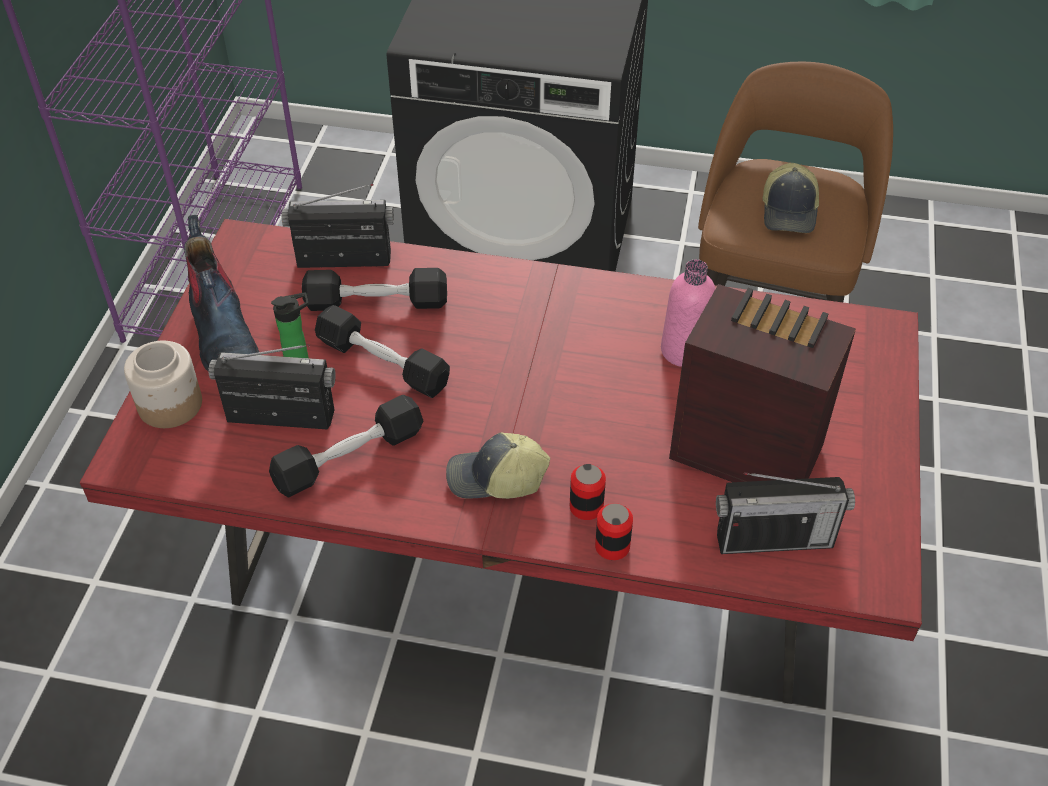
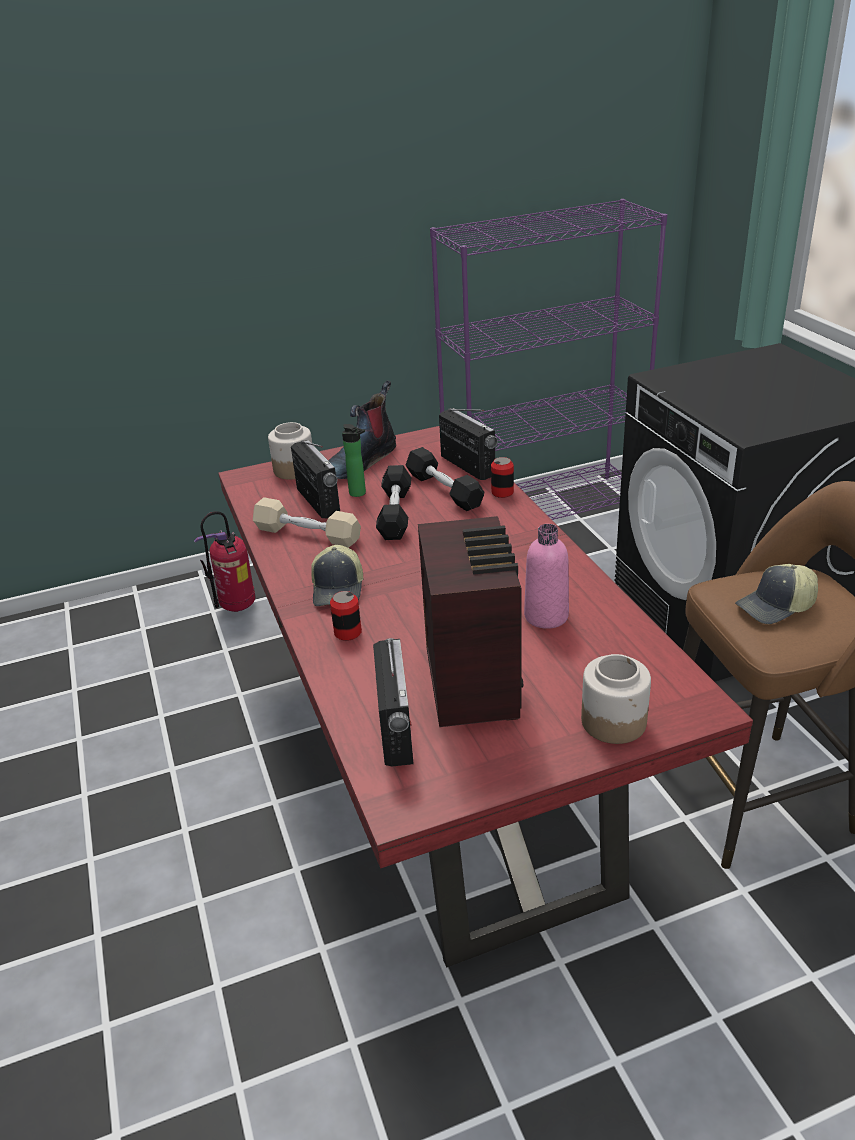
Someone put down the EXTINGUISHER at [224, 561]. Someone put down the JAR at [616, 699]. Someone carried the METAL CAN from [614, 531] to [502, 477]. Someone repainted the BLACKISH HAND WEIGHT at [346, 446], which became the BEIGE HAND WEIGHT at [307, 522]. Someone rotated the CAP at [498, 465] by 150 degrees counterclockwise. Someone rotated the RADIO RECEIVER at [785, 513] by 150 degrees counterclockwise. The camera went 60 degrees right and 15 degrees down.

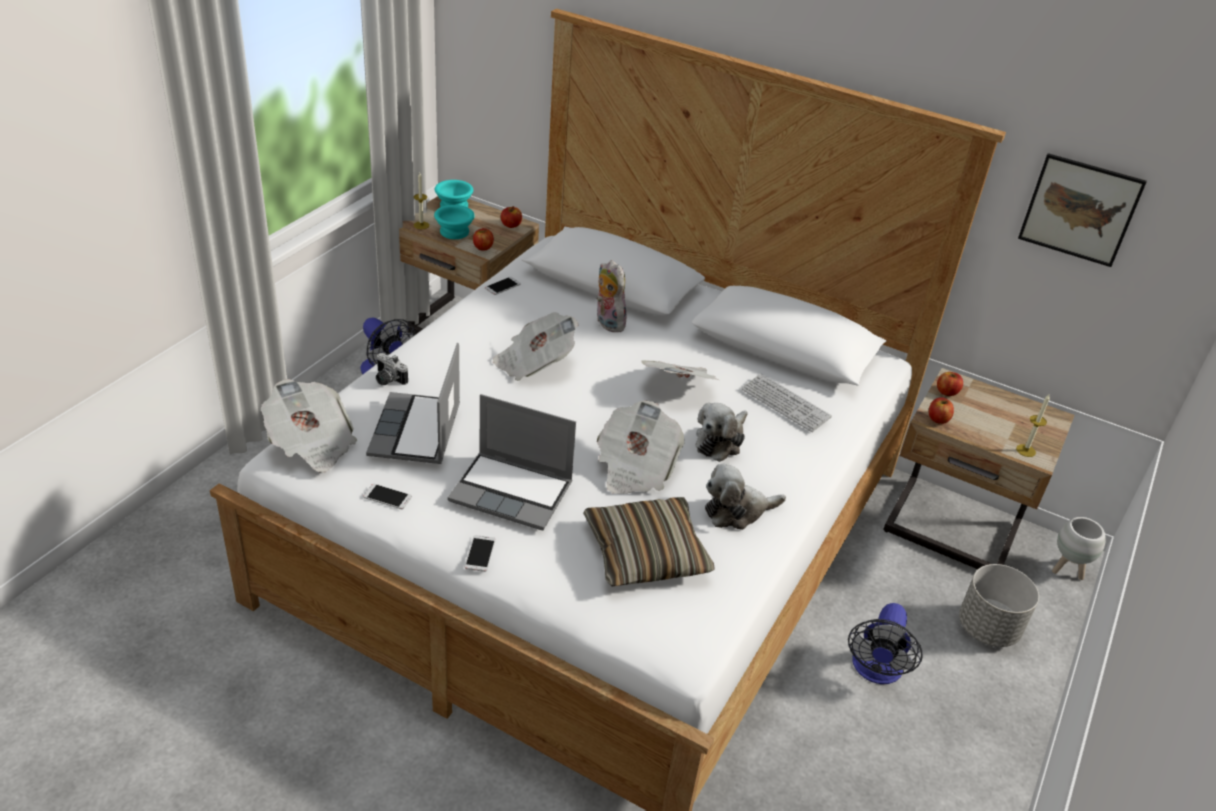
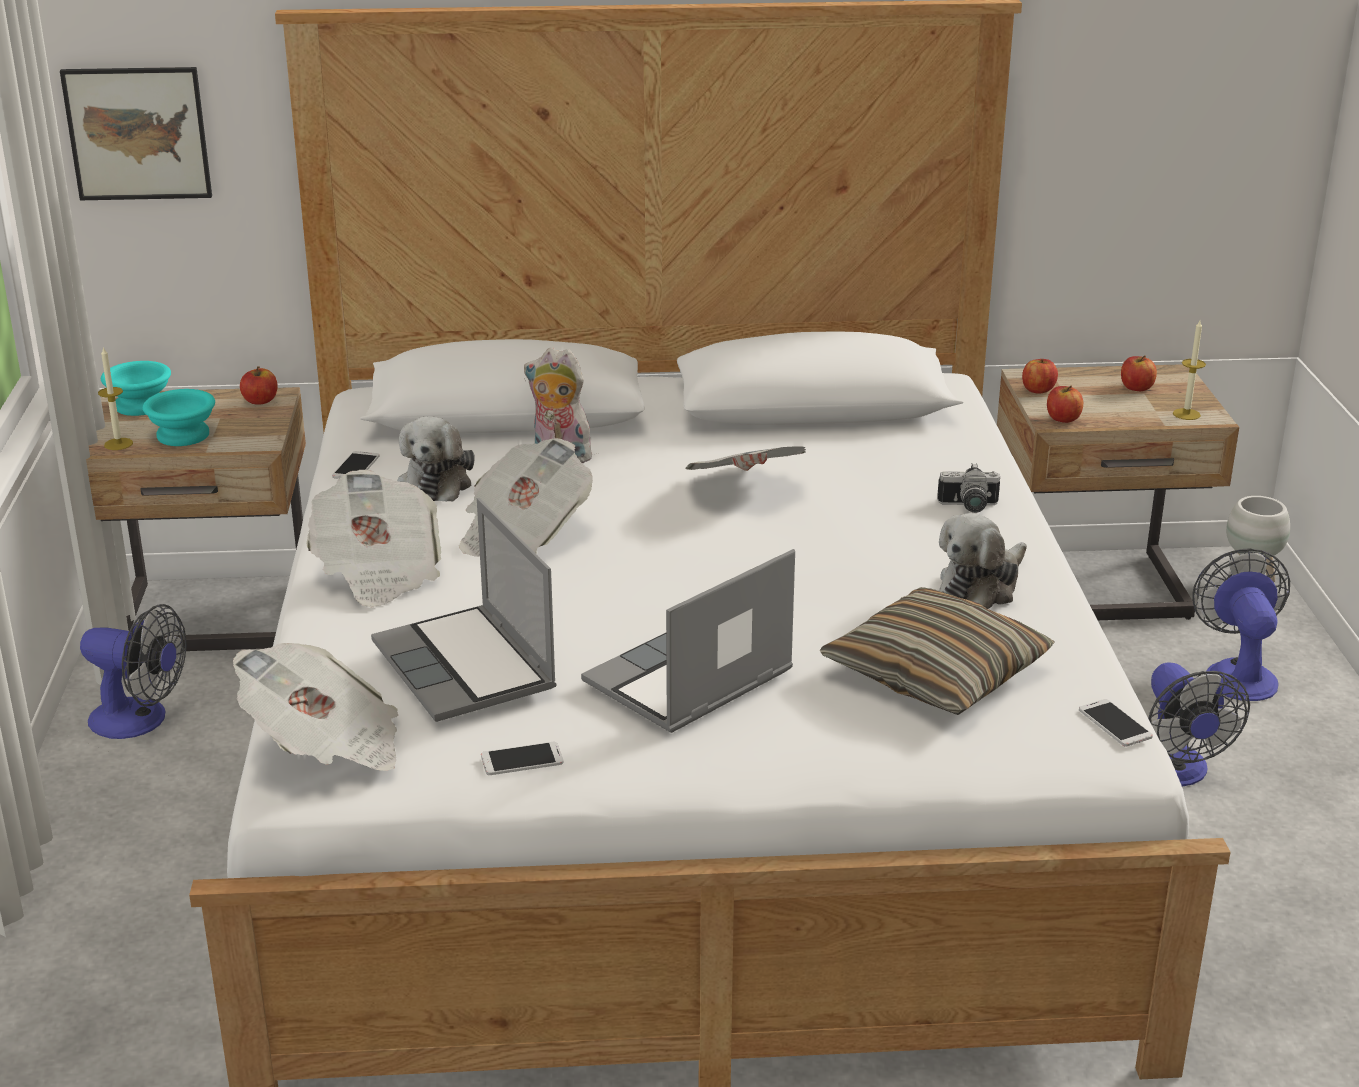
Someone took away the COMPUTER KEYBOARD at [786, 403]. Someone carried the PHOTO CAMERA from [392, 369] to [968, 488]. Someone carried the TELEPHONE from [480, 553] to [1116, 723]. Someone carried the WHOLE APPLE from [483, 239] to [1139, 373]. Someone carried the DAILY PAPER from [640, 447] to [373, 539]. Someone carried the PLUSH TOY from [721, 432] to [436, 459]. Someone carried the WALL ART from [1082, 210] to [136, 133]. Someone swapped the GREYISH FLOWER POT at [999, 605] for the FAN at [1241, 624]. Someone rotated the LAPTOP at [512, 462] by 150 degrees clockwise. The camera went 30 degrees left and 10 degrees down.

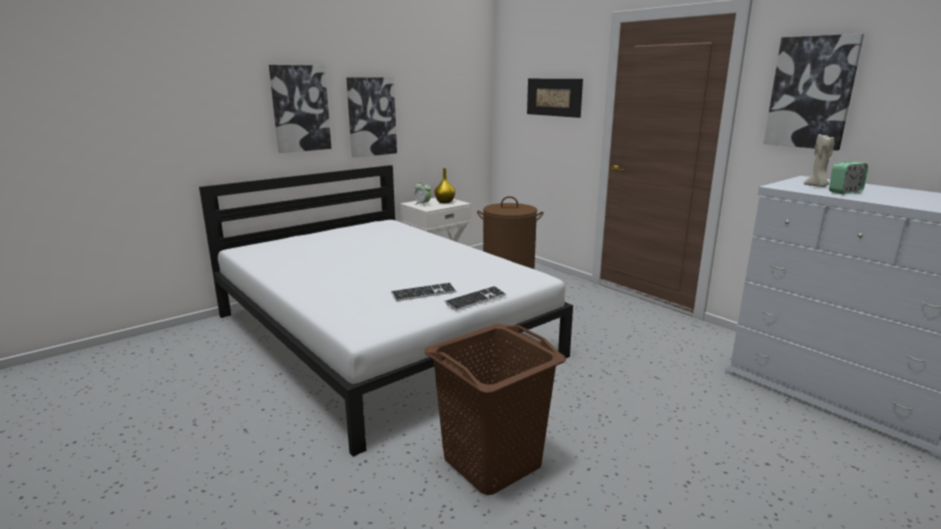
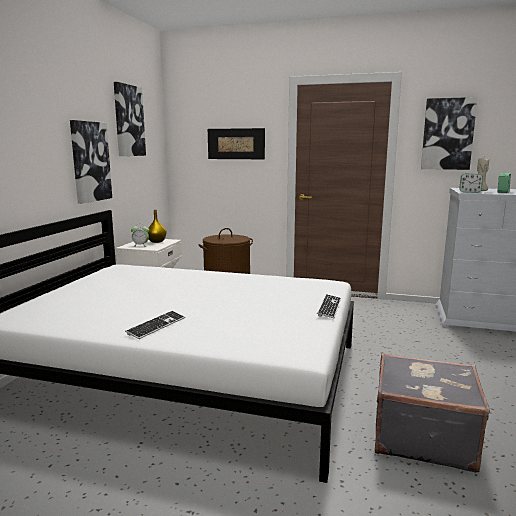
Someone put down the ALARM CLOCK at [471, 183]. Someone carried the WALL ART from [300, 109] to [130, 119]. Someone carried the COMPUTER KEYBOARD from [423, 291] to [155, 325]. Someone swapped the BROWN-COLOURED WASHING BASKET at [495, 409] for the GREYISH SUITCASE at [432, 412]. The camera went 35 degrees left and 5 degrees down.

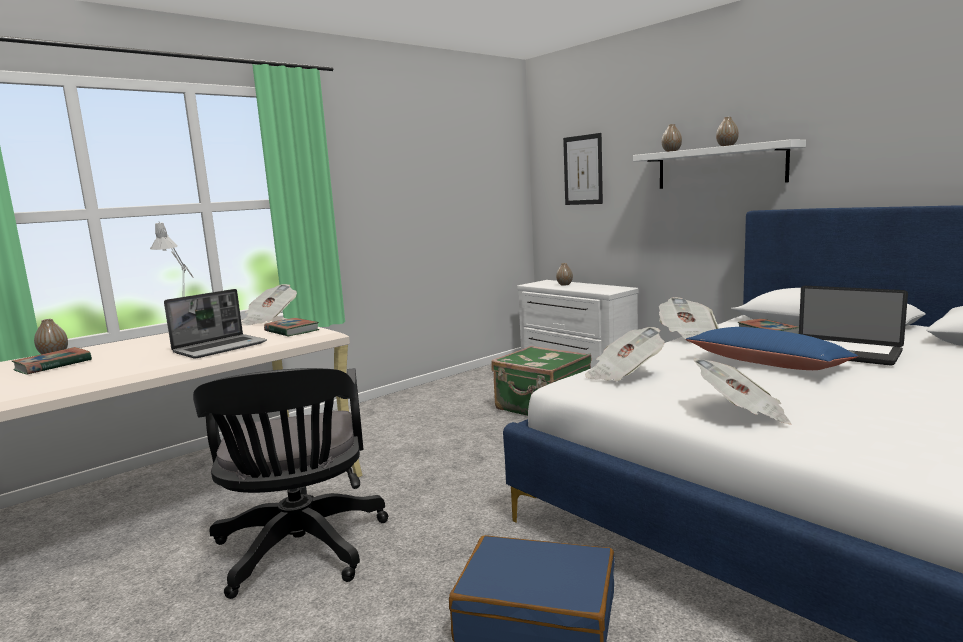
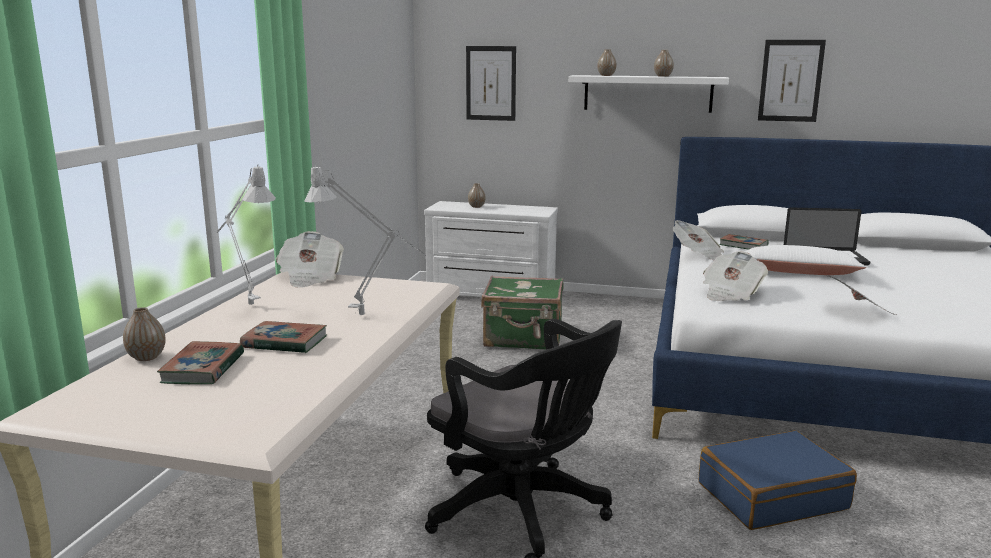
Someone put up the WALL ART at [792, 81]. Someone carried the BOUND BOOK from [291, 327] to [283, 337]. Someone swapped the LAPTOP at [215, 324] for the GREYISH TABLETOP LAMP at [365, 240]. Someone repainted the BLUISH PILLOW at [772, 348], which became the WHITE-COLOURED PILLOW at [806, 260]. The camera went 35 degrees left and 5 degrees up.

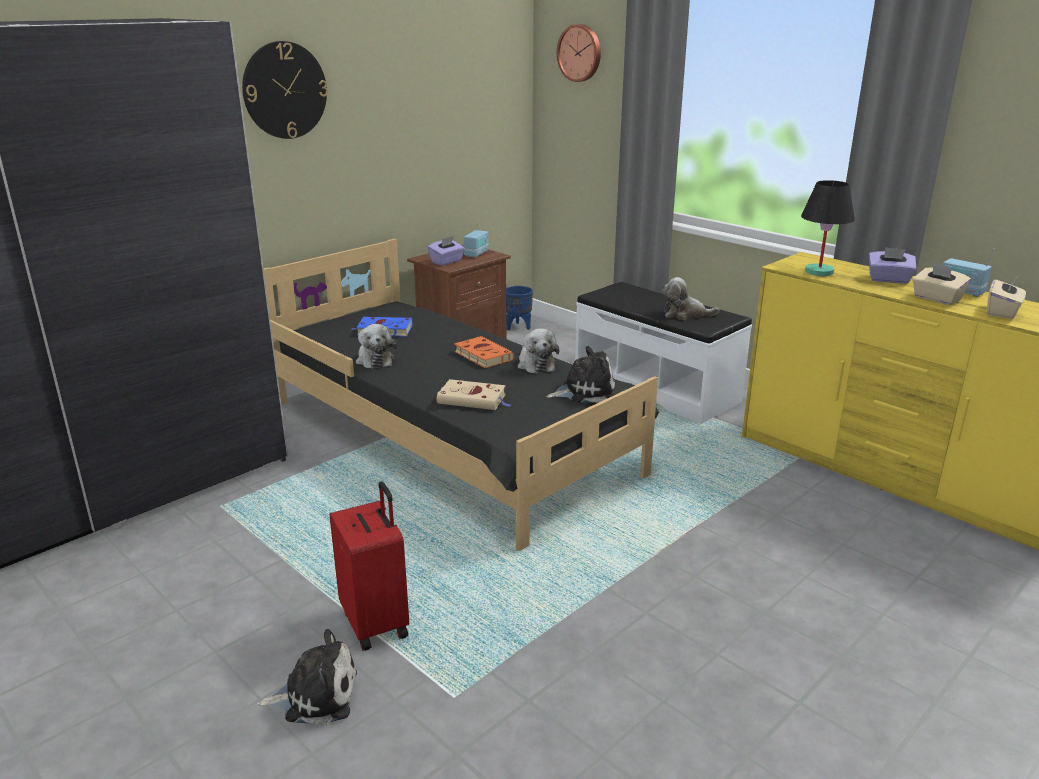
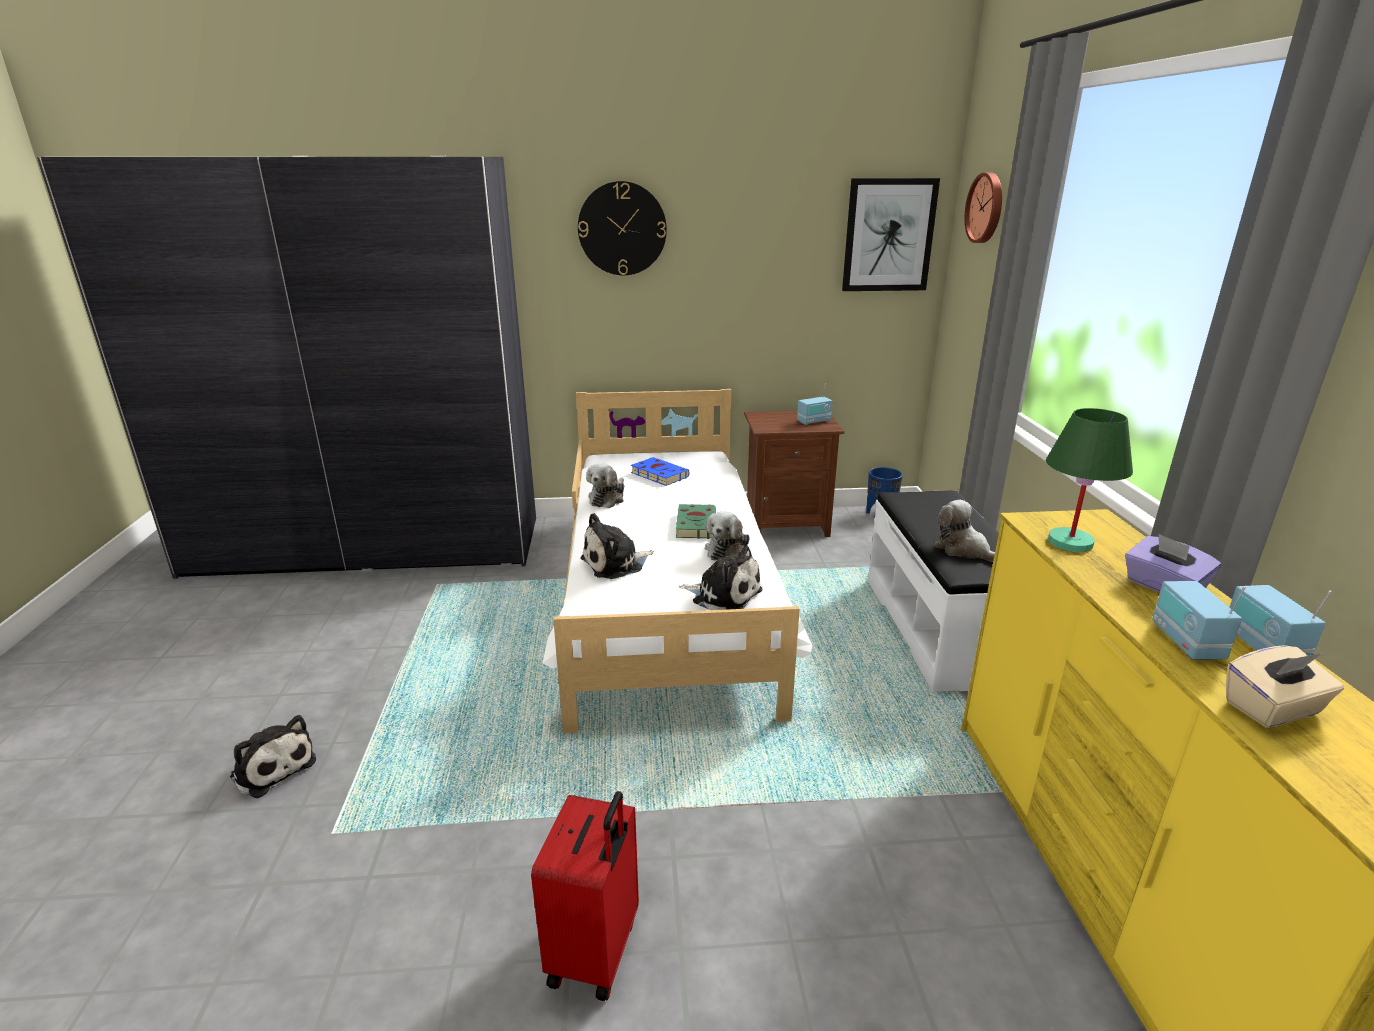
Someone took away the PURPLE-COLOURED TISSUE BOX at [446, 250]. Someone put up the WALL ART at [891, 234]. Someone carried the RED SUITCASE from [369, 566] to [585, 896]. Someone swapped the BEIGE BOUND BOOK at [474, 394] for the PLUSH TOY at [617, 546]. Someone swapped the BEIGE TISSUE BOX at [941, 284] for the RADIO RECEIVER at [1199, 620]. Someone repainted the BLACKISH BED at [461, 395], which became the WHITE-COLOURED BED at [677, 561]. Someone repainted the ORANGE-COLOURED BOUND BOOK at [484, 352], which became the GREEN BOUND BOOK at [696, 521]. Someone repainted the BLACKISH TABLETOP LAMP at [828, 228], which became the GREEN TABLETOP LAMP at [1089, 480]. The camera went 40 degrees right and 0 degrees up.

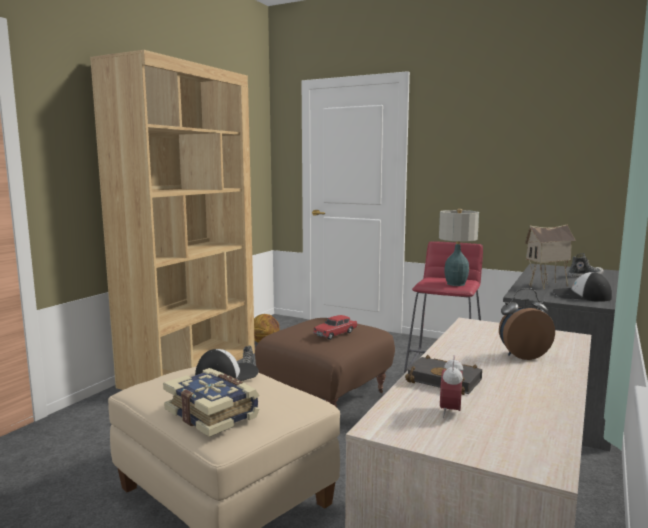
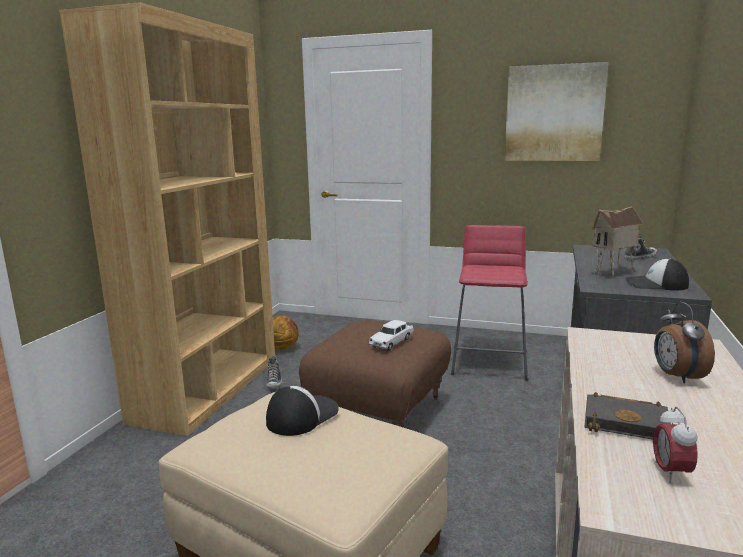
Someone took away the BOUND BOOK at [211, 402]. Someone took away the TABLETOP LAMP at [459, 247]. Someone put up the WALL ART at [557, 111]. Someone repainted the RED MODEL CAR at [335, 327], which became the WHITE-COLOURED MODEL CAR at [391, 335]. Someone rotated the ALARM CLOCK at [527, 324] by 75 degrees counterclockwise. The camera went 10 degrees left and 5 degrees up.

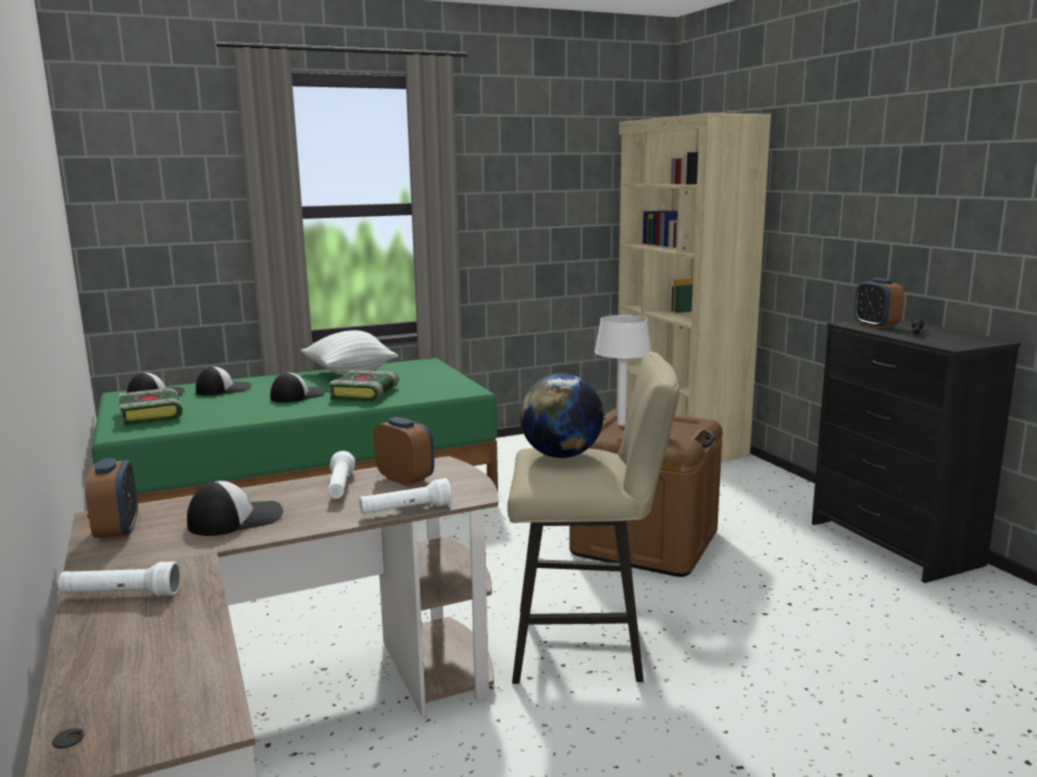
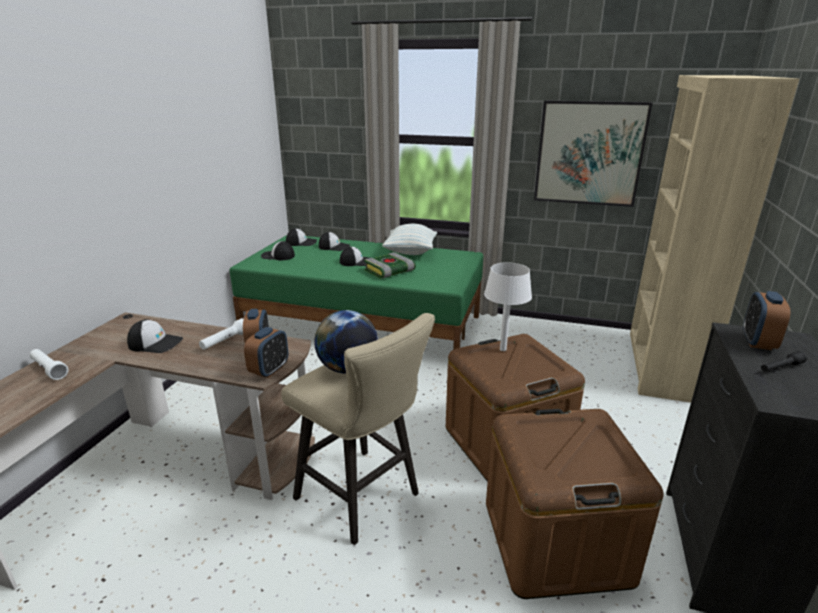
Someone took away the WHITE-COLOURED FLASHLIGHT at [405, 496]. Someone put down the BROWN-COLOURED STORAGE CONTAINER at [574, 504]. Someone put up the WALL ART at [593, 153]. Someone carried the ALARM CLOCK from [111, 499] to [266, 352]. Someone swapped the BOUND BOOK at [151, 407] for the CAP at [278, 250]. The camera went 40 degrees right and 10 degrees up.

